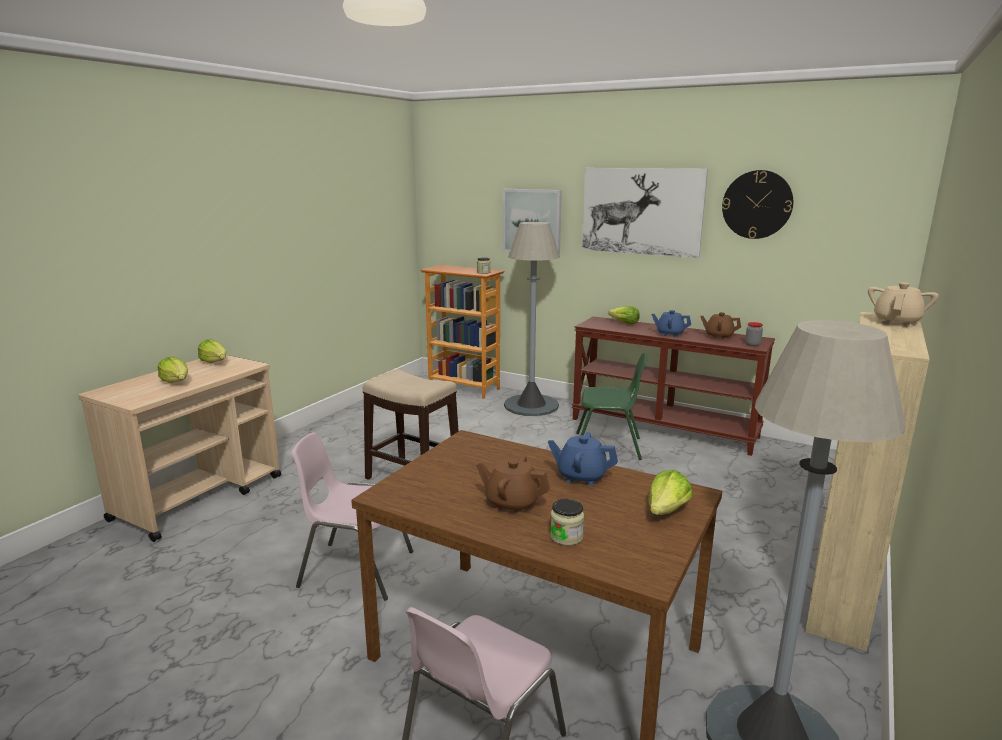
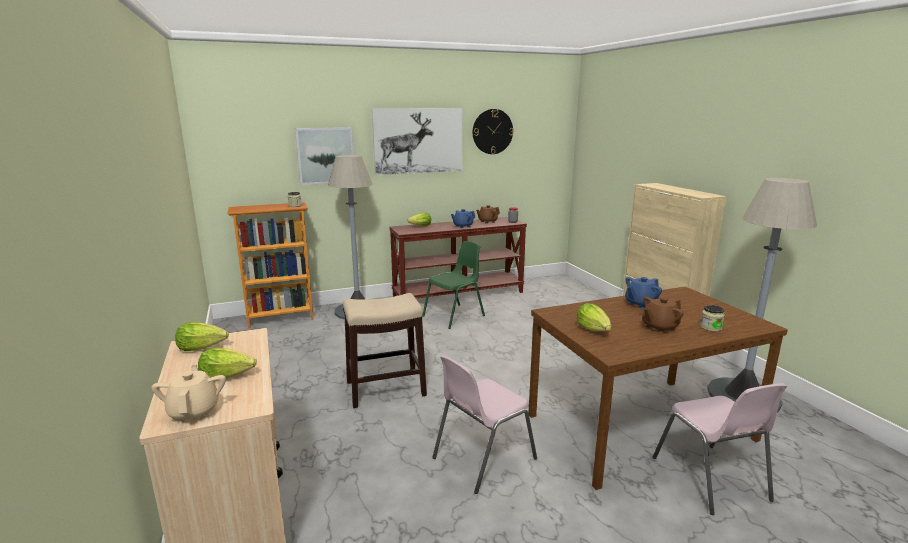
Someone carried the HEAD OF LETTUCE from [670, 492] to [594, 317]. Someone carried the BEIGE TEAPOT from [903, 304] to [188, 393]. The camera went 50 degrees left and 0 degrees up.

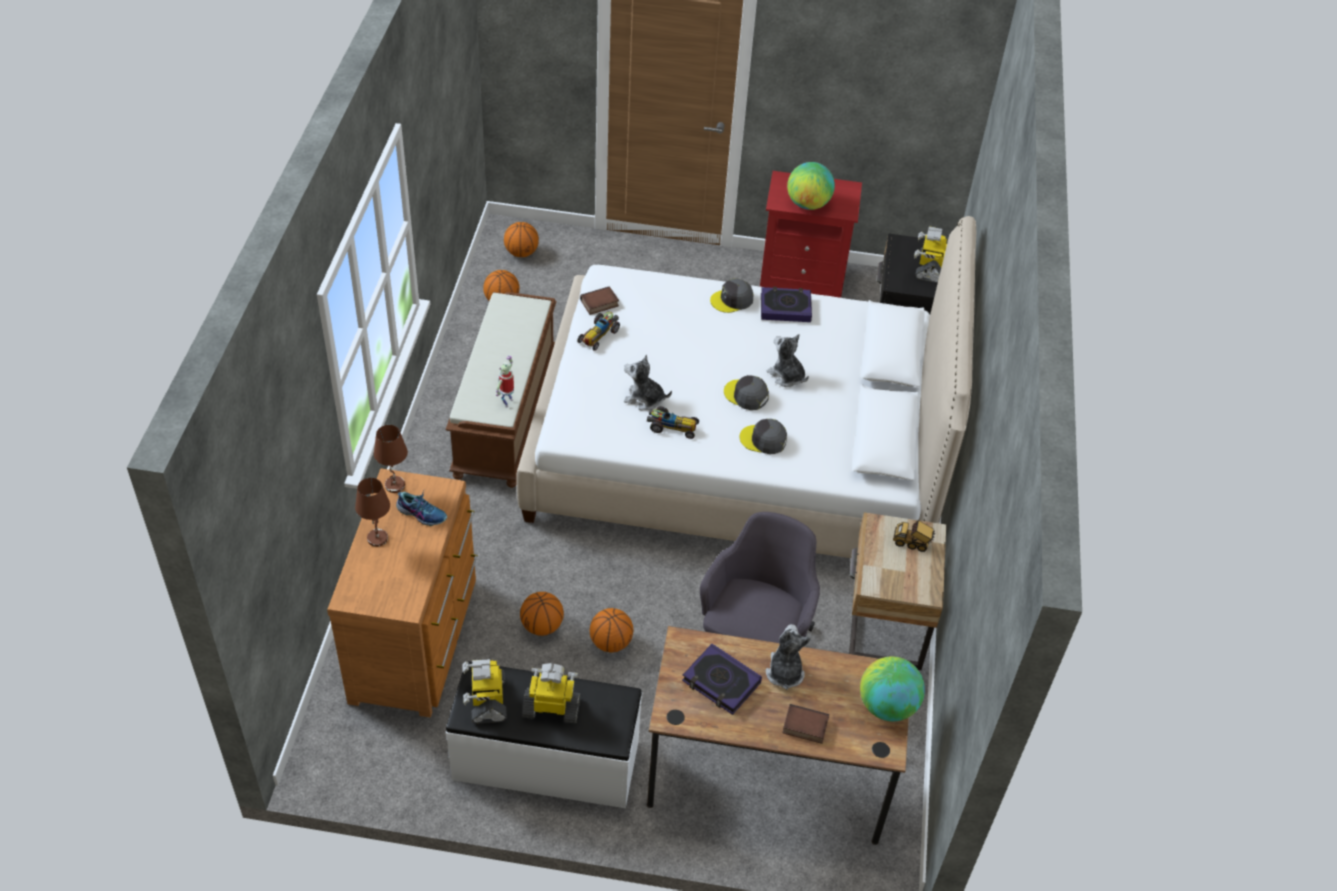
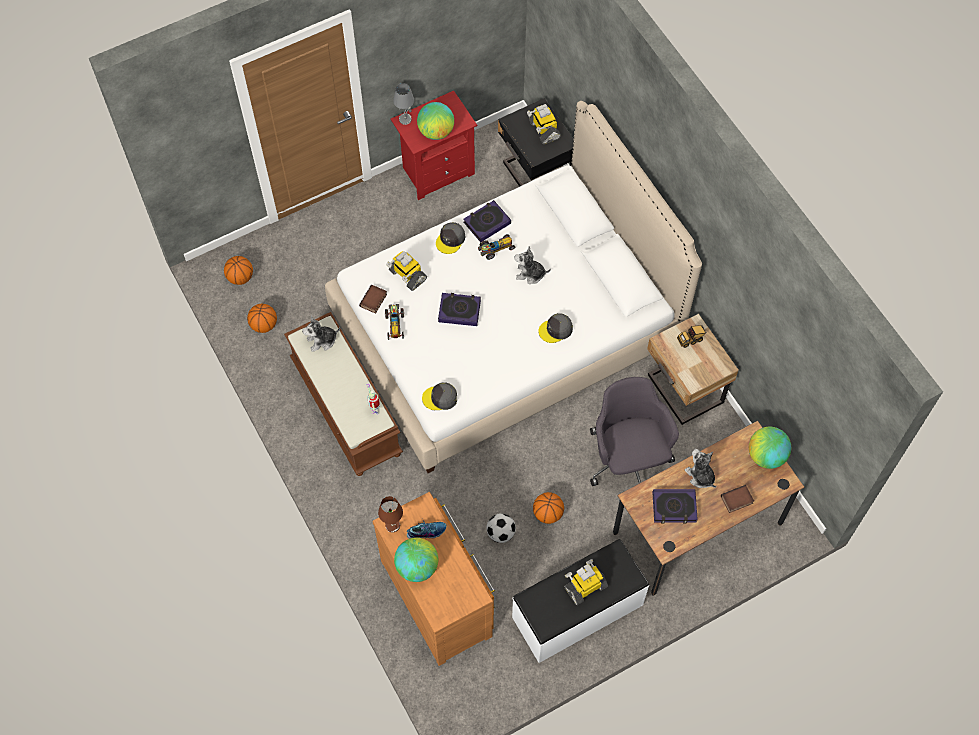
Someone put down the GREYISH TABLETOP LAMP at [403, 104]. Someone put down the BOUND BOOK at [459, 309]. Someone carried the MODEL ROBOT from [485, 691] to [406, 271]. Someone carried the PLUSH TOY from [648, 382] to [321, 334]. Someone carried the MODEL CAR from [673, 423] to [496, 247]. Someone carried the GREYISH CAP from [746, 392] to [439, 396]. Someone swapped the BROWN-COLOURED TABLETOP LAMP at [372, 512] for the DESK GLOBE at [416, 560]. Someone swapped the BASKETBALL BALL at [542, 614] for the BALL FOR FOOTBALL at [501, 528]. The camera went 35 degrees left and 15 degrees up.

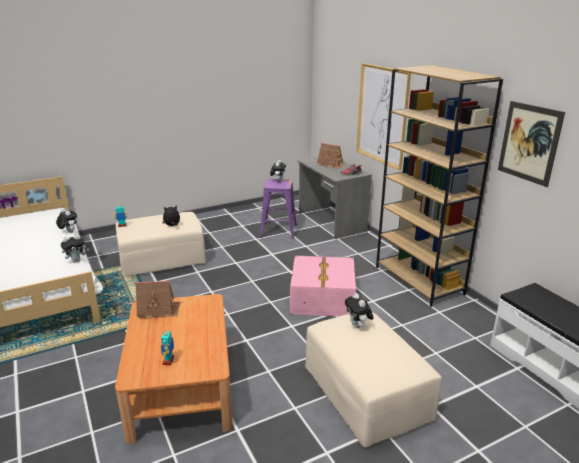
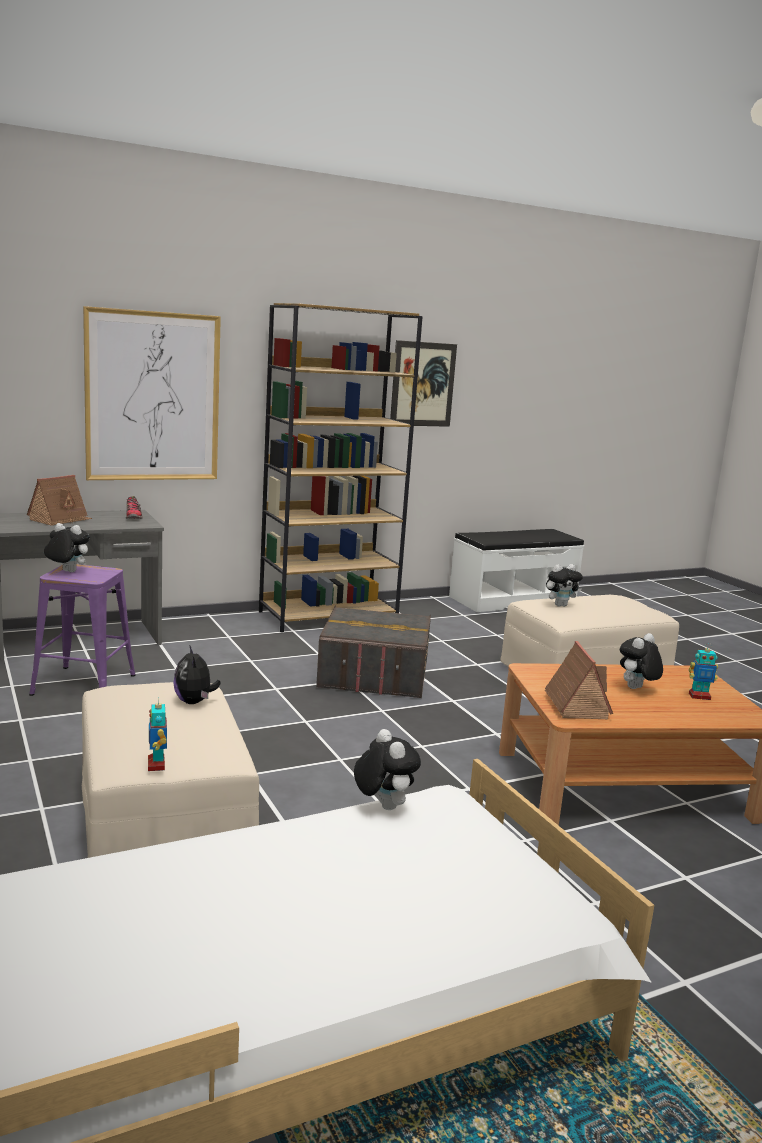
Someone carried the PLUSH TOY from [66, 220] to [641, 661]. Someone repainted the PINK-COLOURED STORAGE CONTAINER at [323, 286], which became the GREYISH STORAGE CONTAINER at [373, 651]. The camera went 90 degrees left and 10 degrees down.

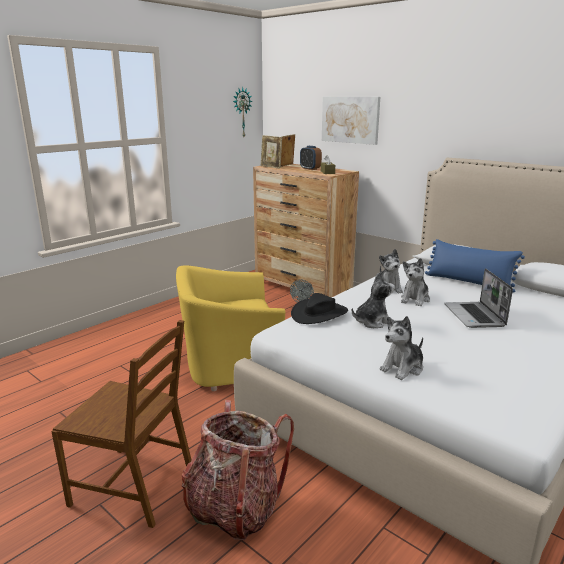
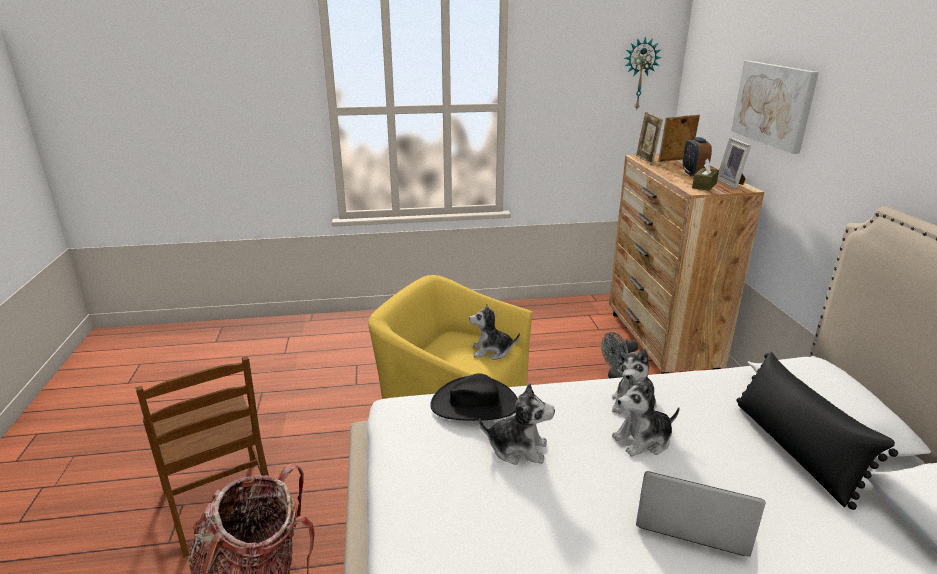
Someone put down the PICTURE FRAME at [734, 163]. Someone carried the PLUSH TOY from [401, 348] to [494, 331]. Someone repainted the BLUISH PILLOW at [475, 266], which became the BLACKISH PILLOW at [817, 431]. Someone rotated the LAPTOP at [478, 298] by 75 degrees clockwise. The camera went 40 degrees right and 5 degrees up.

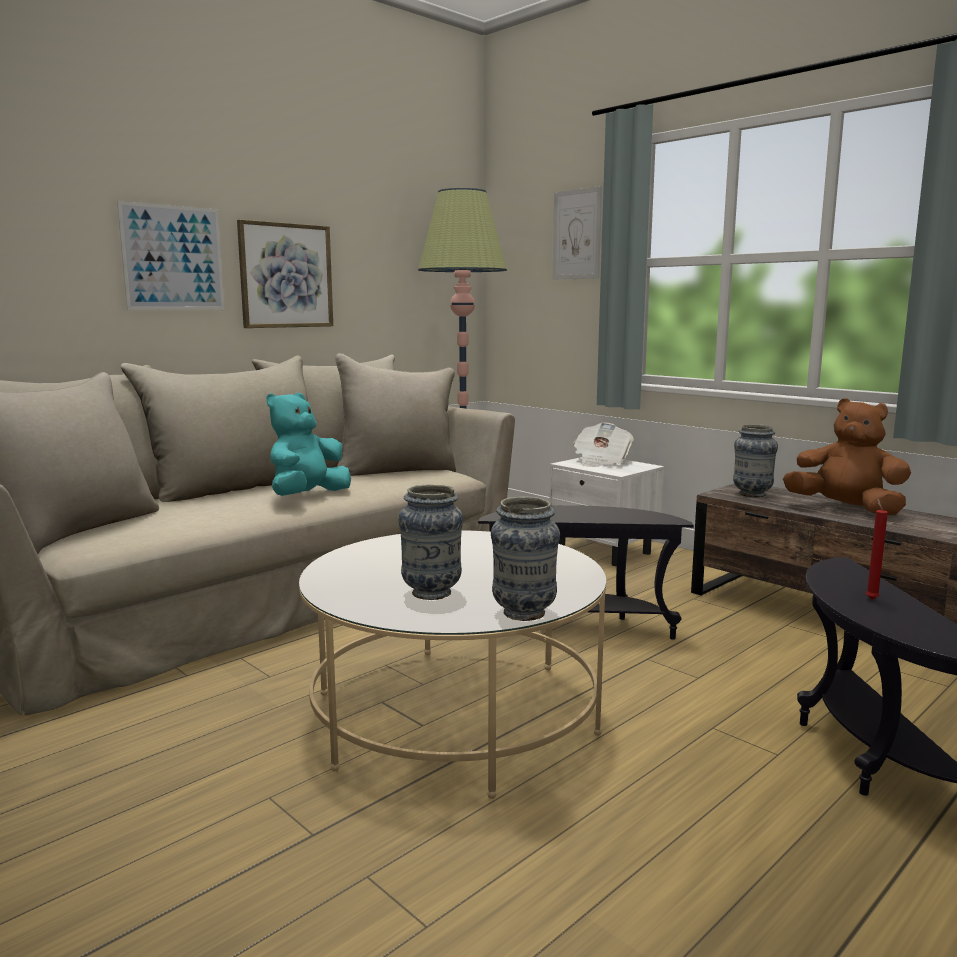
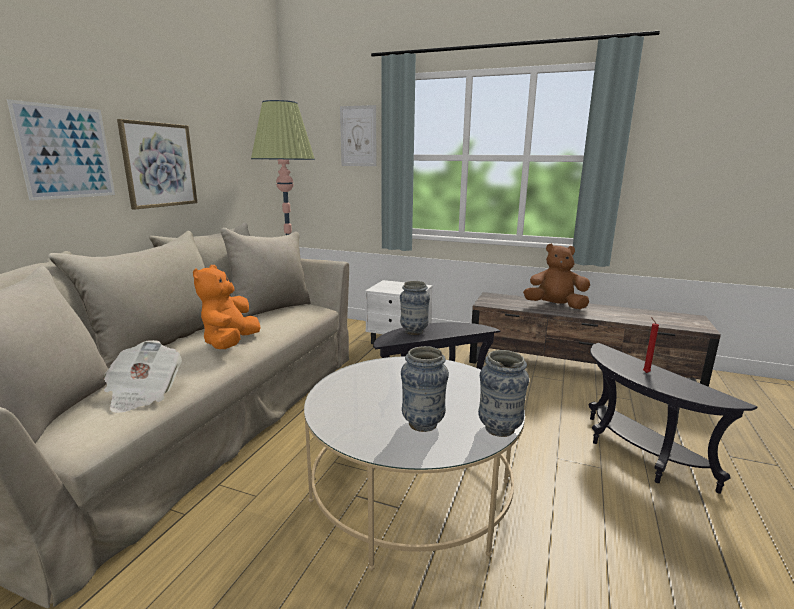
Someone carried the DAILY PAPER from [603, 444] to [143, 376]. Someone carried the DECORATIVE VASE from [755, 460] to [415, 308]. Someone repainted the TURQUOISE-COLOURED PLUSH TOY at [308, 444], which became the ORANGE-COLOURED PLUSH TOY at [227, 307]. The camera went 25 degrees left and 5 degrees up.

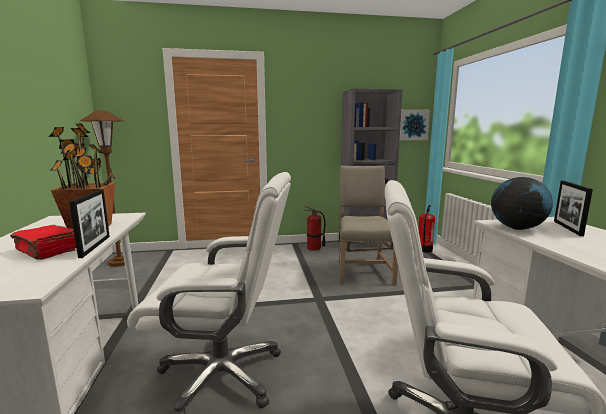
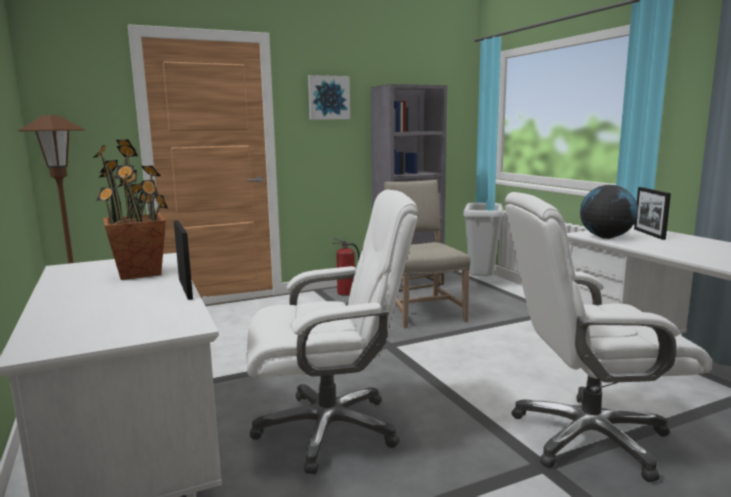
Someone took away the RED BOUND BOOK at [43, 242]. Someone carried the WALL ART from [415, 124] to [329, 97]. Someone swapped the EXTINGUISHER at [426, 229] for the GREYISH RUBBISH BIN at [483, 239]. The camera went 15 degrees left and 0 degrees up.

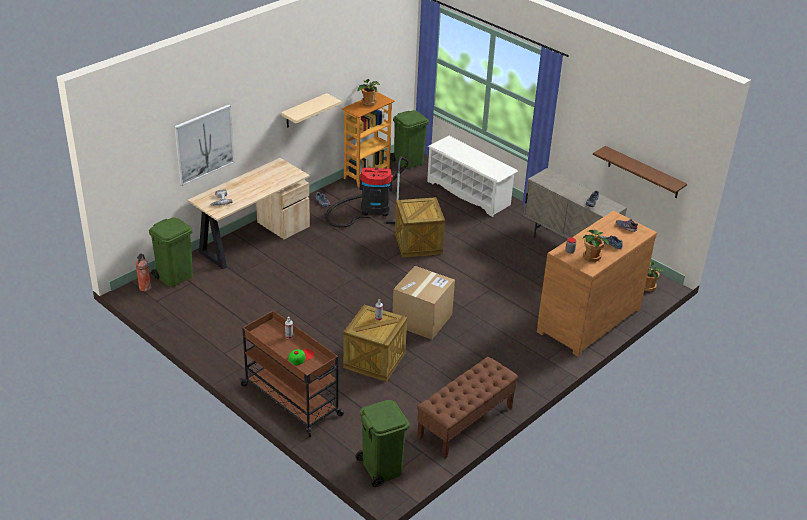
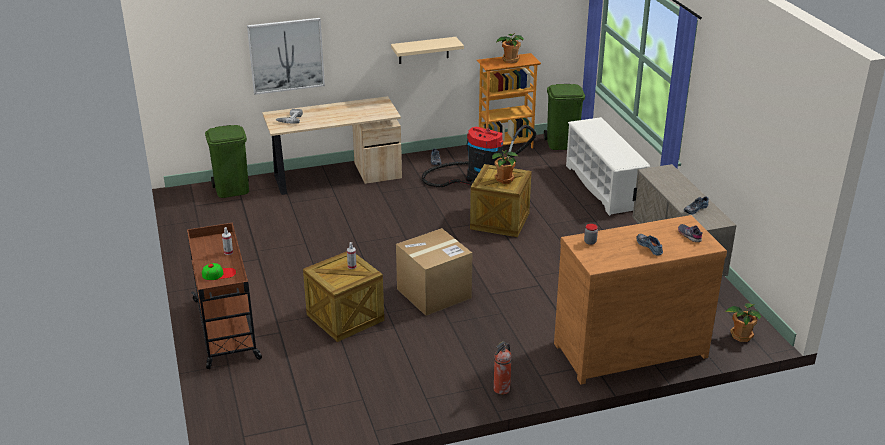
Someone took away the GREEN RUBBISH BIN at [382, 443]. Someone took away the BROWN-COLOURED LONG SEAT at [467, 407]. Someone took away the BROWN-COLOURED BRACKET SHELF at [640, 172]. Someone carried the EXTINGUISHER from [143, 273] to [503, 368]. Someone carried the PLANT IN A POT from [596, 246] to [505, 167]. The camera went 30 degrees right and 5 degrees down.

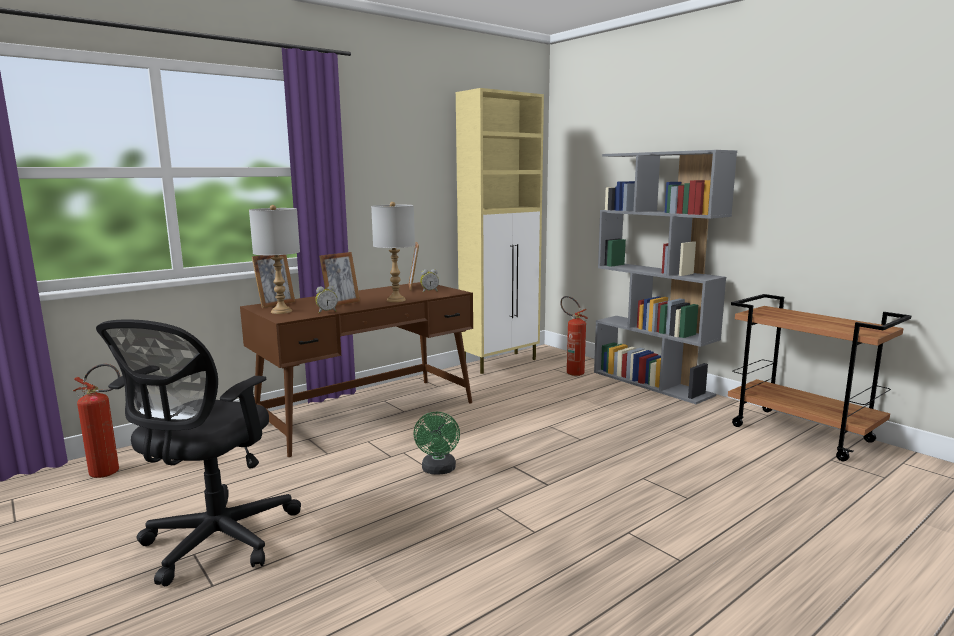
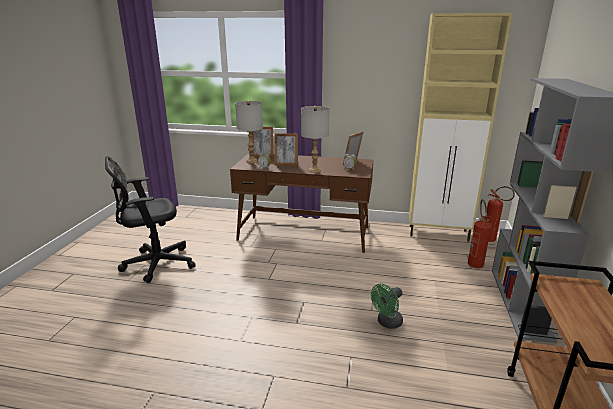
Someone carried the EXTINGUISHER from [96, 421] to [500, 214]. Someone carried the GREEN FAN from [437, 443] to [387, 306]. The camera went 50 degrees right and 10 degrees up.

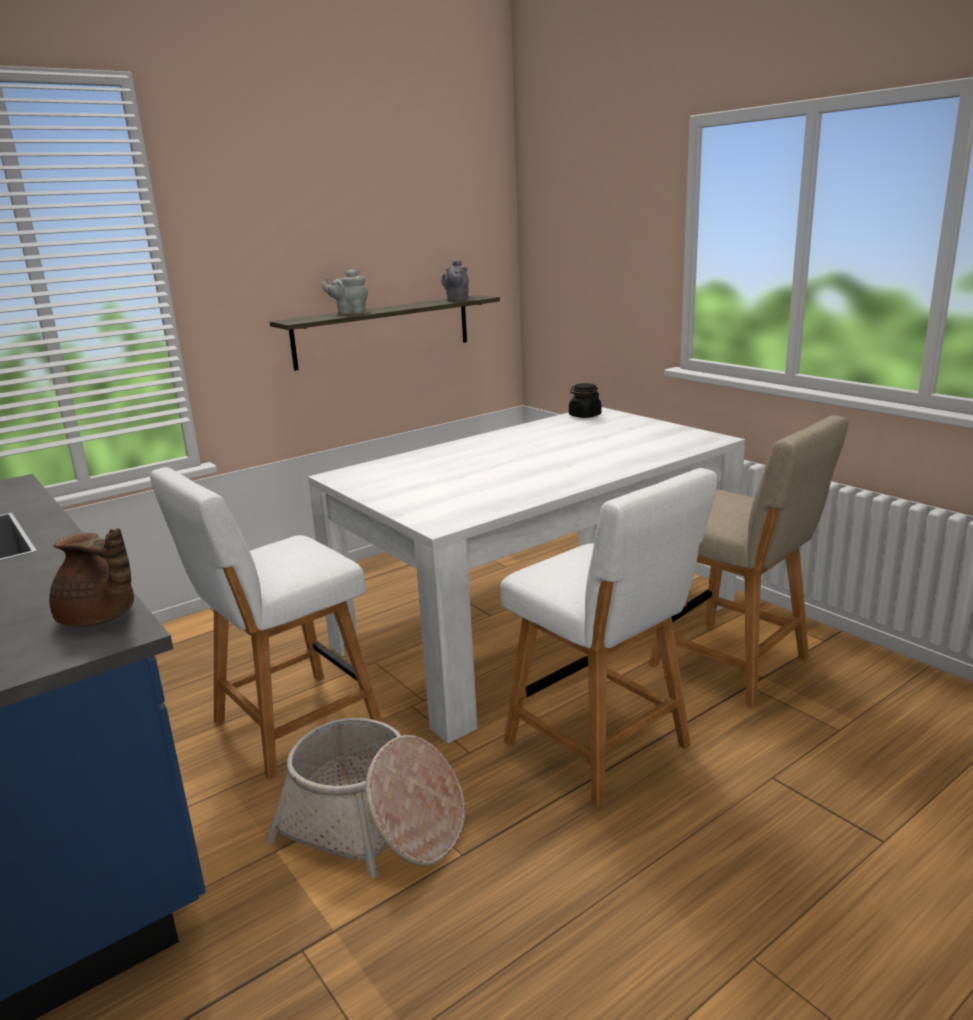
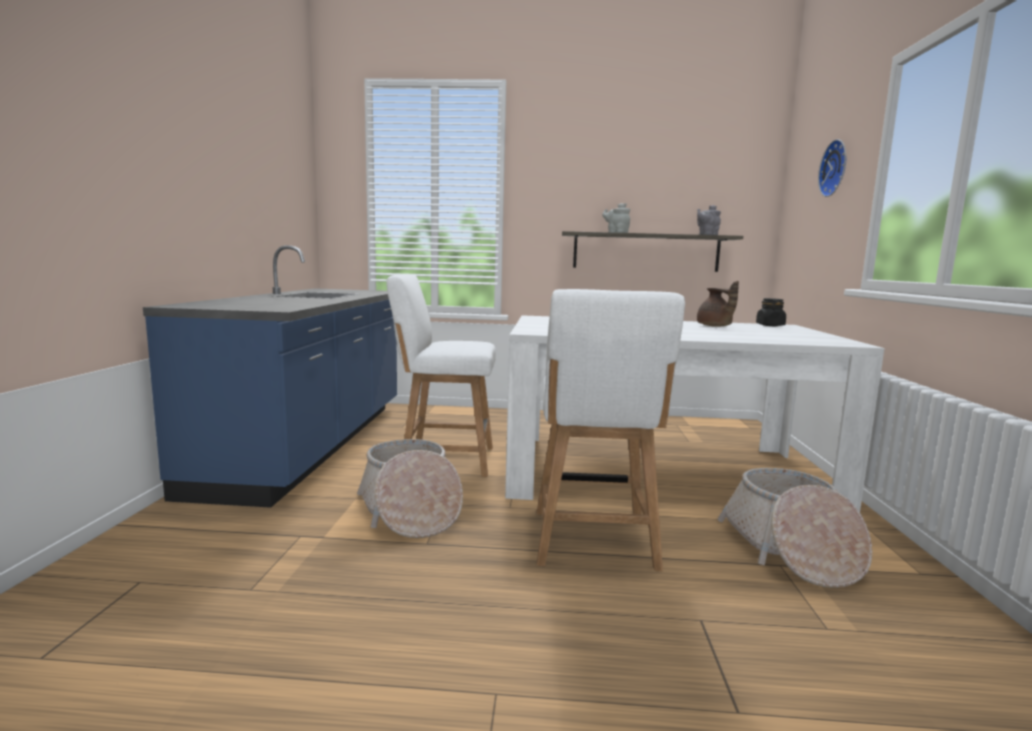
Someone put up the WALL CLOCK at [832, 168]. Someone carried the BROWN-COLOURED TEAPOT from [91, 577] to [718, 304]. Someone swapped the BEIGE CHAIR at [748, 561] for the HOUSEHOLD BASKET at [795, 528]. The camera went 40 degrees right and 10 degrees down.

